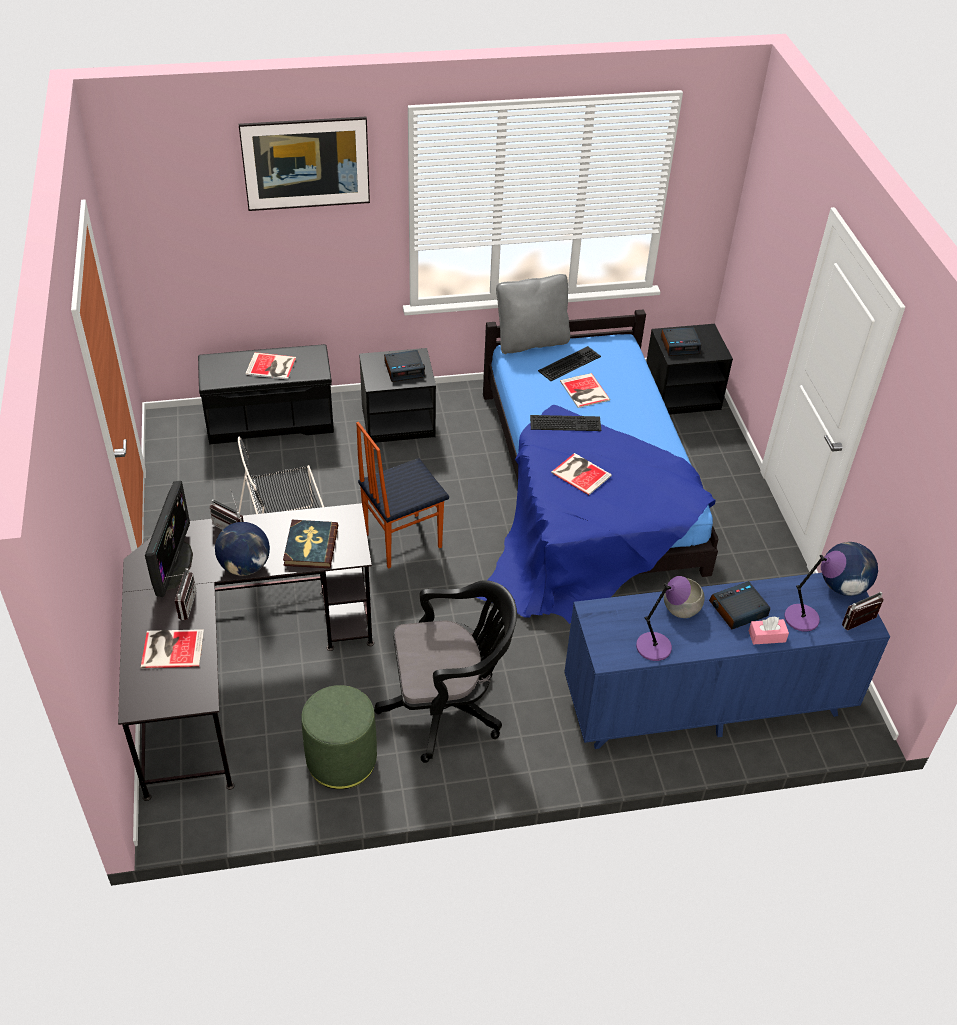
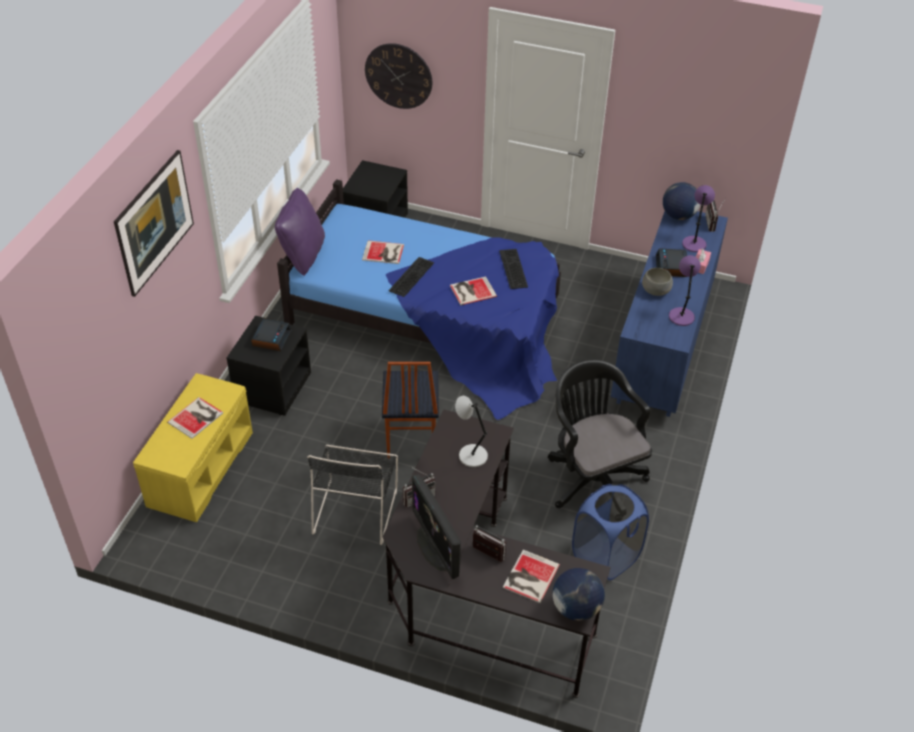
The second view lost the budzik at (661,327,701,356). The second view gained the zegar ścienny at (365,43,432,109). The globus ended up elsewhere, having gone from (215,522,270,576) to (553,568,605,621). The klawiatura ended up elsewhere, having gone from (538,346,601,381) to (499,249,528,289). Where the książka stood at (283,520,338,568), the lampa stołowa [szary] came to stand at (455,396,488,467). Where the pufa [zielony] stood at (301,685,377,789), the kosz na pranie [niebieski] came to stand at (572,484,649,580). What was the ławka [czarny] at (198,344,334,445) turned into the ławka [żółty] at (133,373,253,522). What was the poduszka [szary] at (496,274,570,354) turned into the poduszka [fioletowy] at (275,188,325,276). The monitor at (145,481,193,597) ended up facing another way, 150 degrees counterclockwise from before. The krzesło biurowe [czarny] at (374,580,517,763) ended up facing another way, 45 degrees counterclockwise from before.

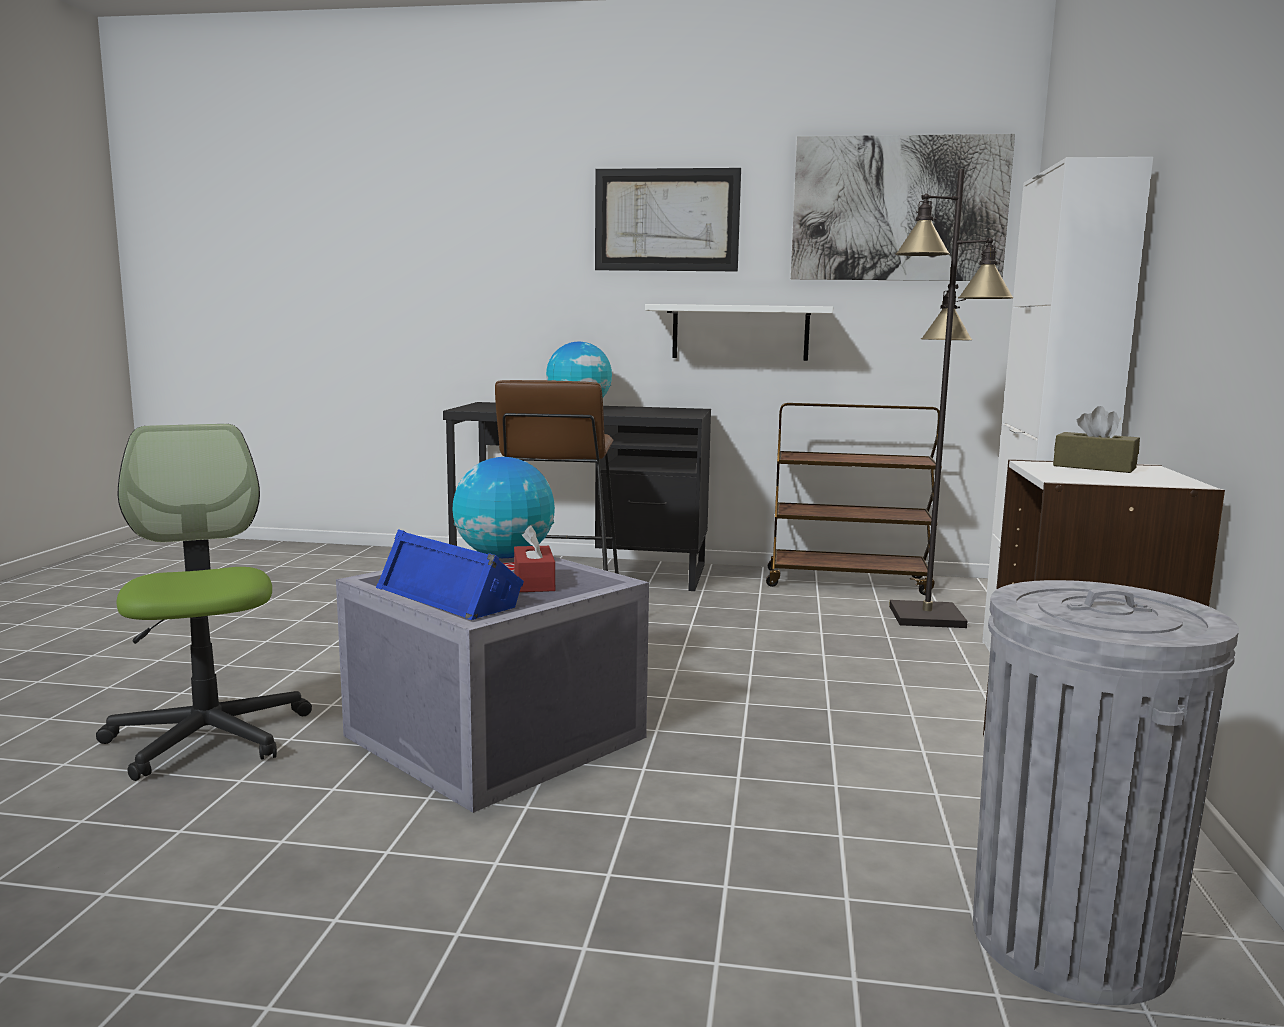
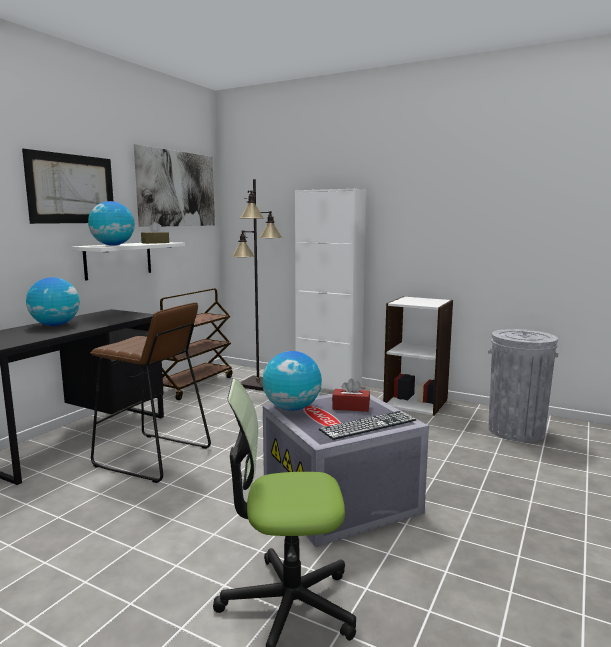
The second view gained the globus at (88,201,135,246). The pudełko chusteczek [brązowy] ended up elsewhere, having gone from (1053,406,1140,473) to (141,222,169,244). Where the głośnik [niebieski] stood at (376,529,524,620), the klawiatura came to stand at (319,411,416,440).

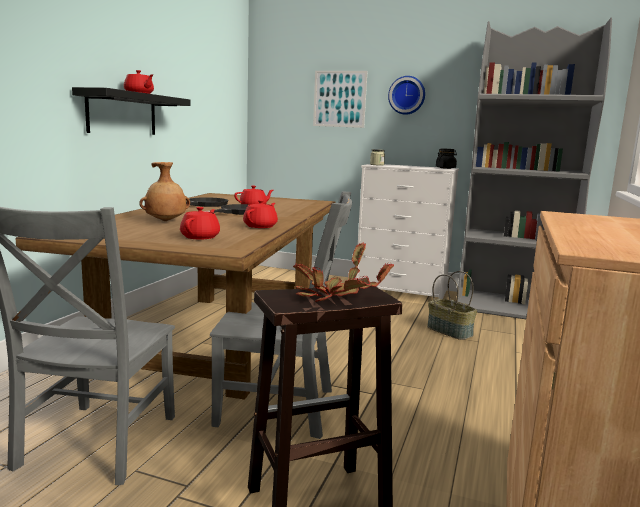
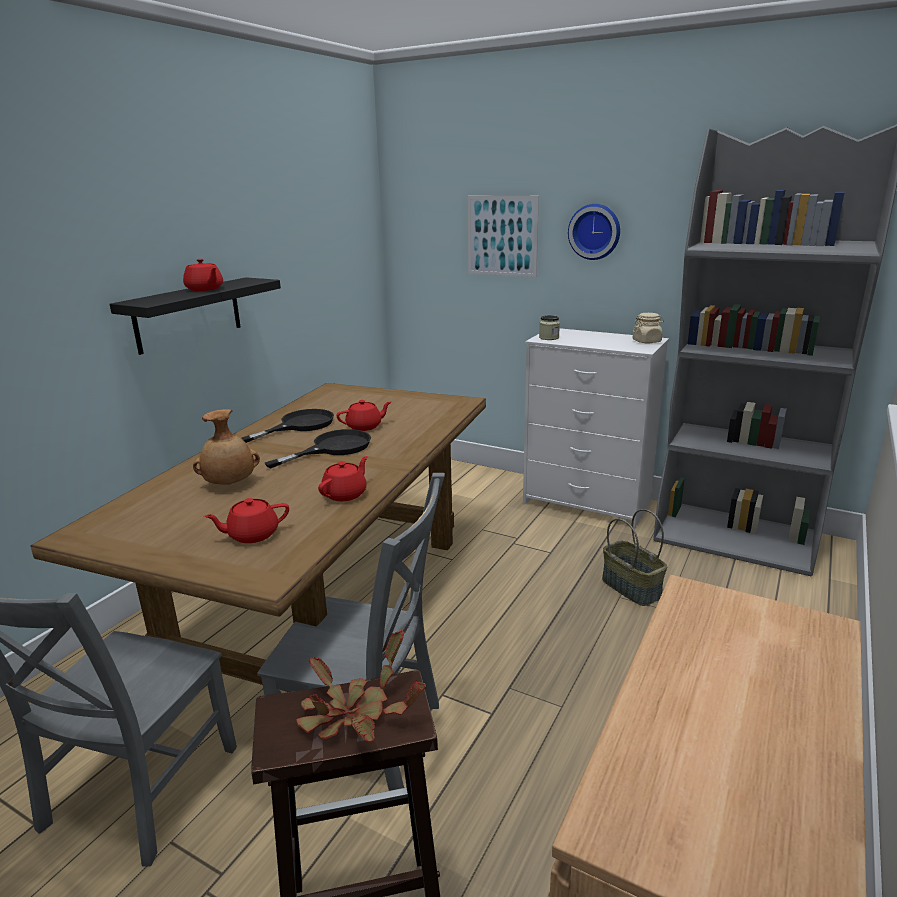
What was the słoik [czarny] at (436,148,457,169) turned into the słoik [beżowy] at (632,313,664,343). The imbryk [czerwony] at (180,207,220,239) ended up facing another way, 135 degrees counterclockwise from before.

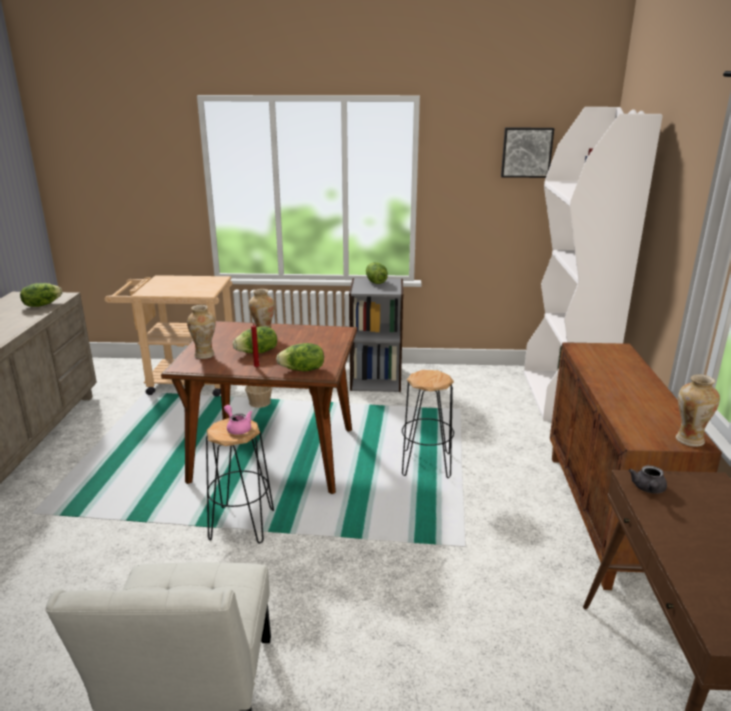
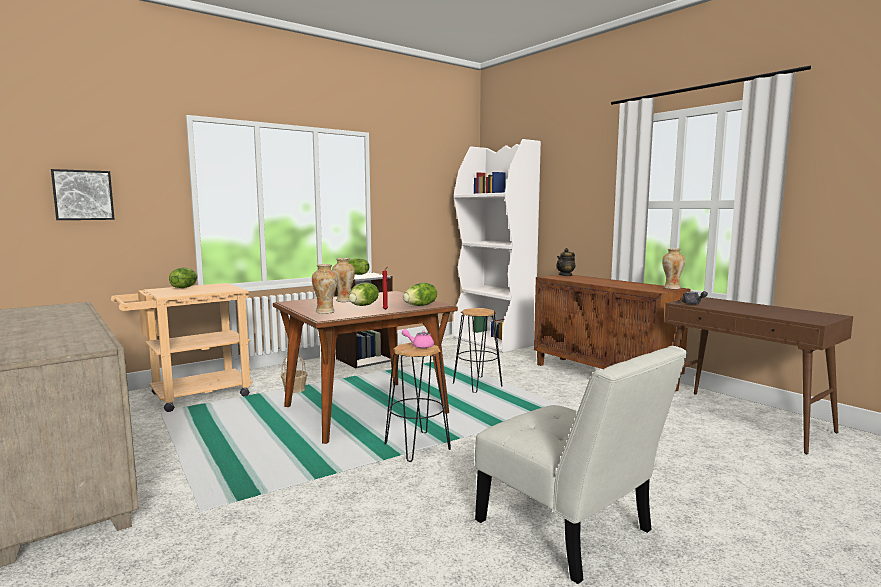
The second view gained the imbryk at (556,248,575,276). The sałata ended up elsewhere, having gone from (20,283,62,307) to (169,268,198,288). The obraz ended up elsewhere, having gone from (501,128,554,178) to (51,169,115,220).

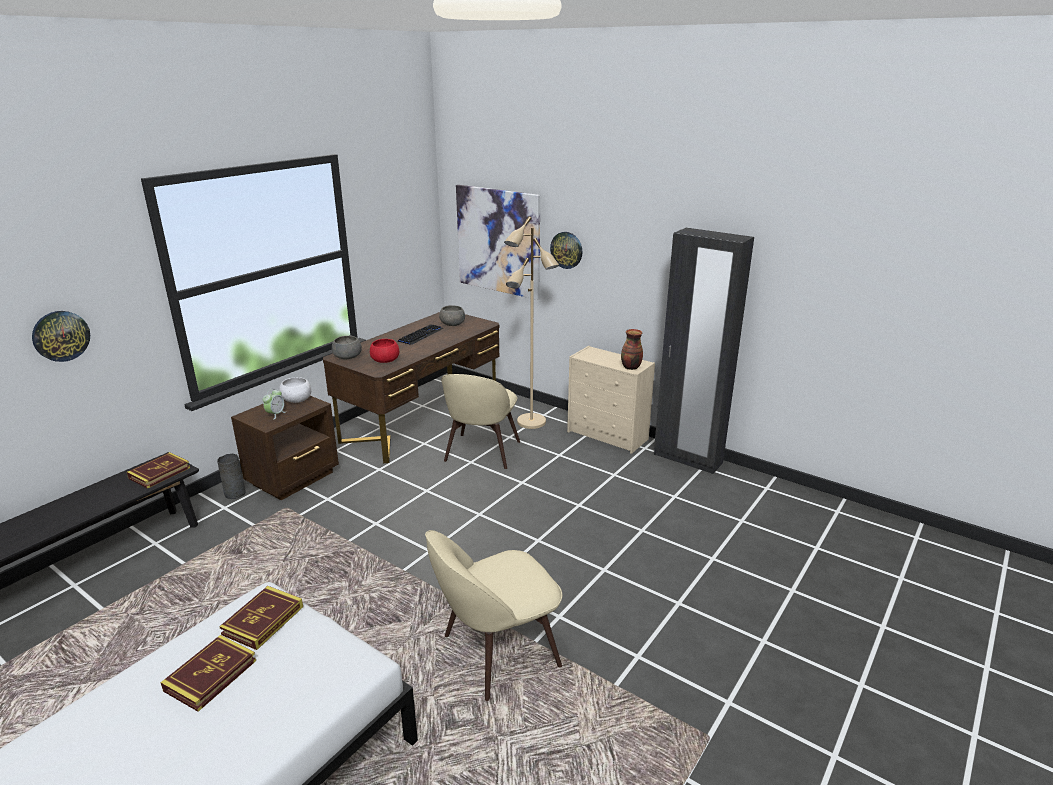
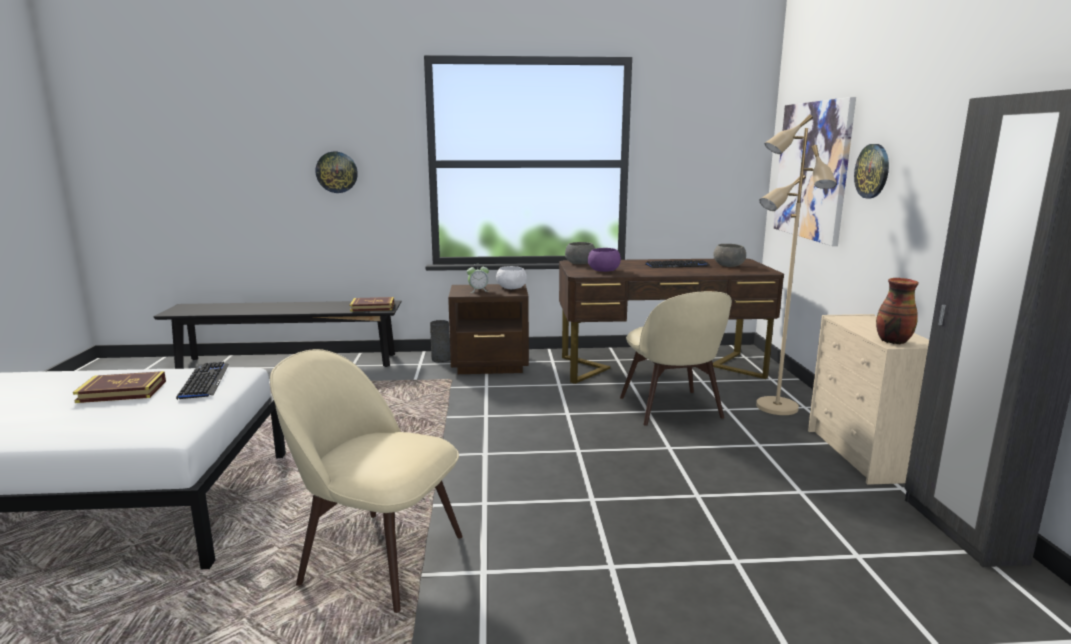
Where the książka stood at (219,586,303,650), the klawiatura came to stand at (176,362,229,400). What was the miska [czerwony] at (370,339,399,363) turned into the miska [fioletowy] at (588,248,621,272). The krzesło [beżowy] at (441,374,520,469) ended up facing another way, 75 degrees counterclockwise from before.

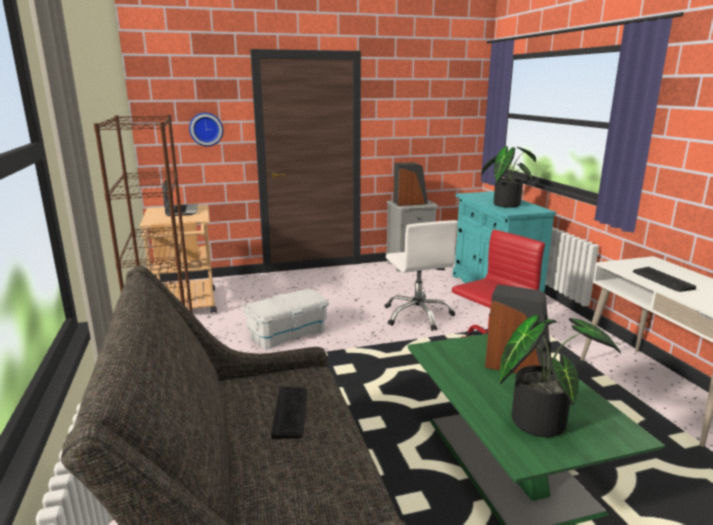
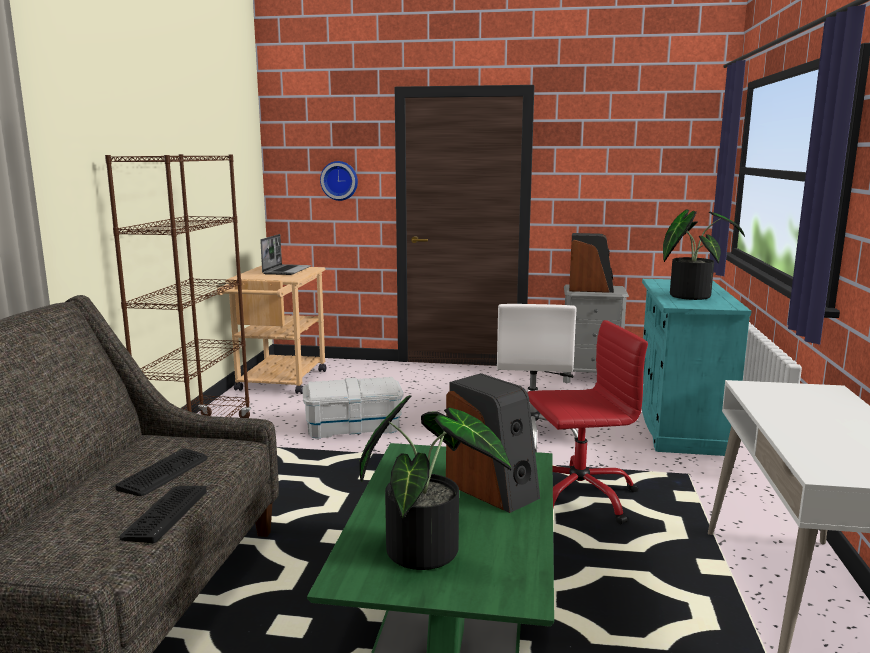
The klawiatura ended up elsewhere, having gone from (633,267,696,292) to (120,486,207,543).

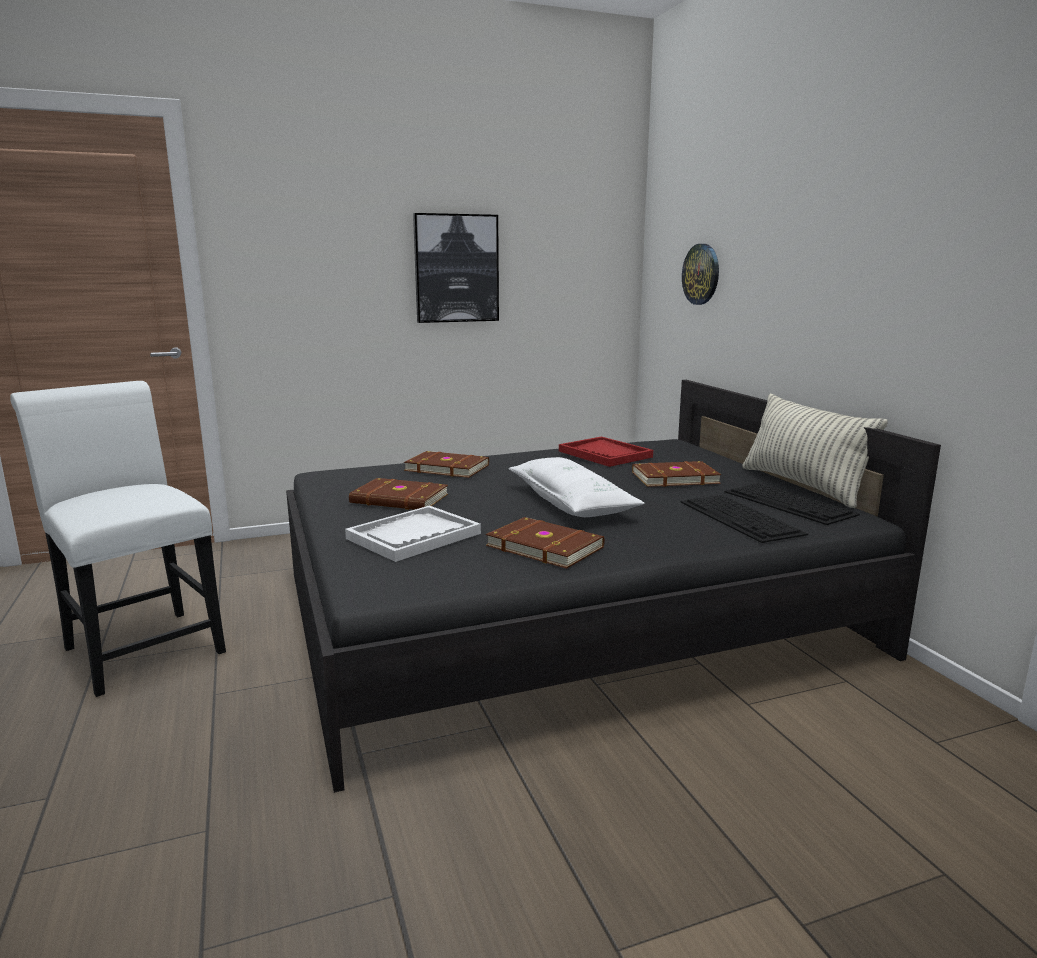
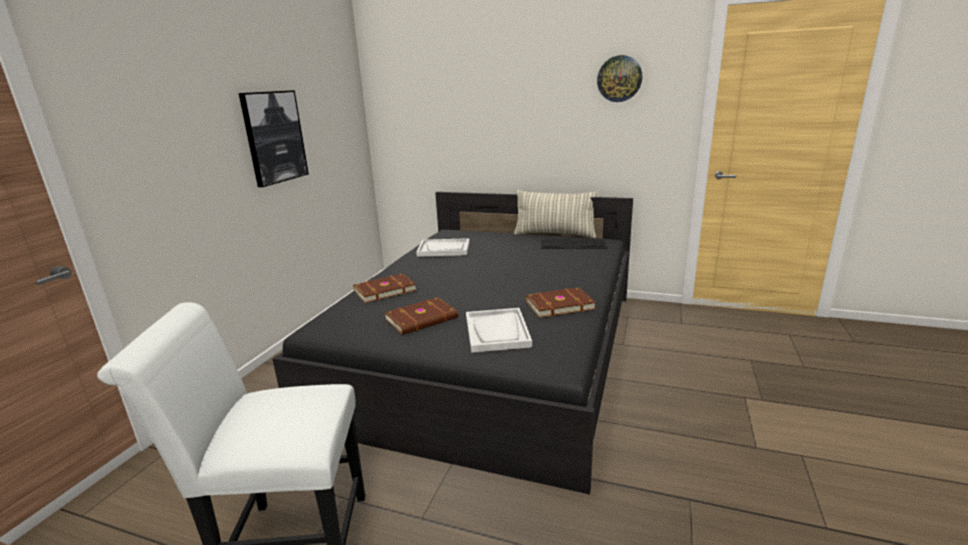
The second view lost the poduszka [biały] at (509,457,645,517). The second view lost the książka [brązowy] at (632,461,721,487). The second view lost the klawiatura at (681,495,808,543). The zegar ścienny ended up elsewhere, having gone from (682,244,719,305) to (597,55,642,102). What was the taca [czerwony] at (559,436,653,467) turned into the taca [biały] at (416,238,470,257).

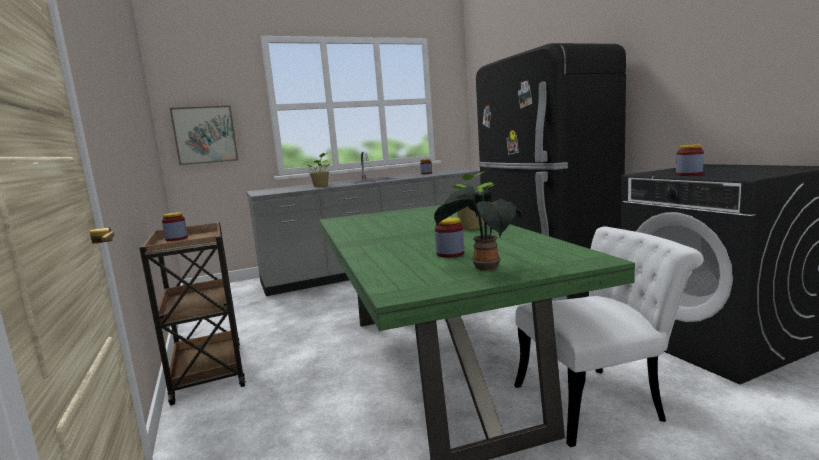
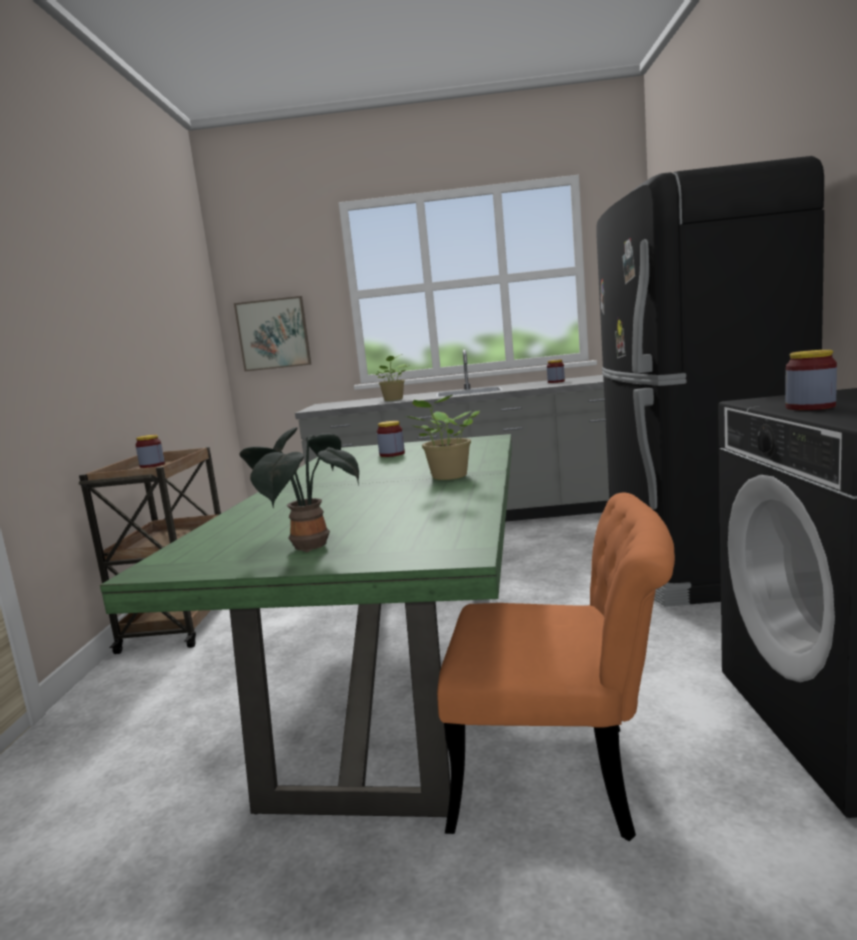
The słoik ended up elsewhere, having gone from (435,217,464,258) to (377,421,405,457). What was the krzesło [biały] at (514,227,704,447) turned into the krzesło [pomarańczowy] at (437,492,675,841).

